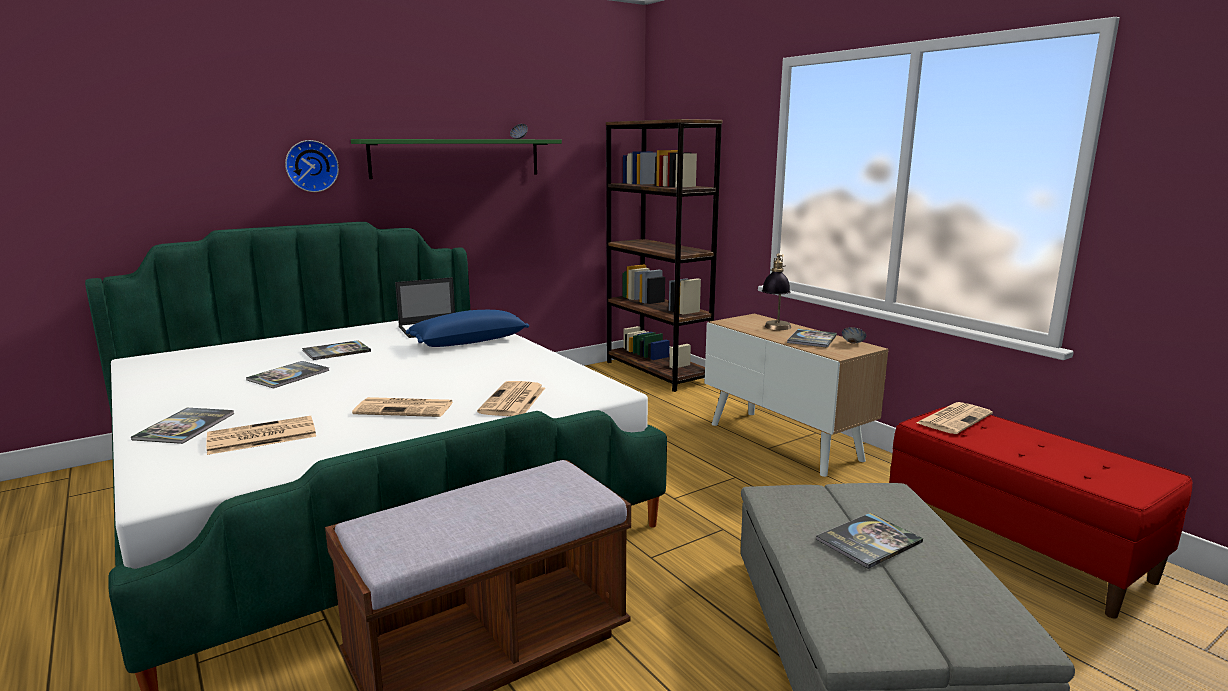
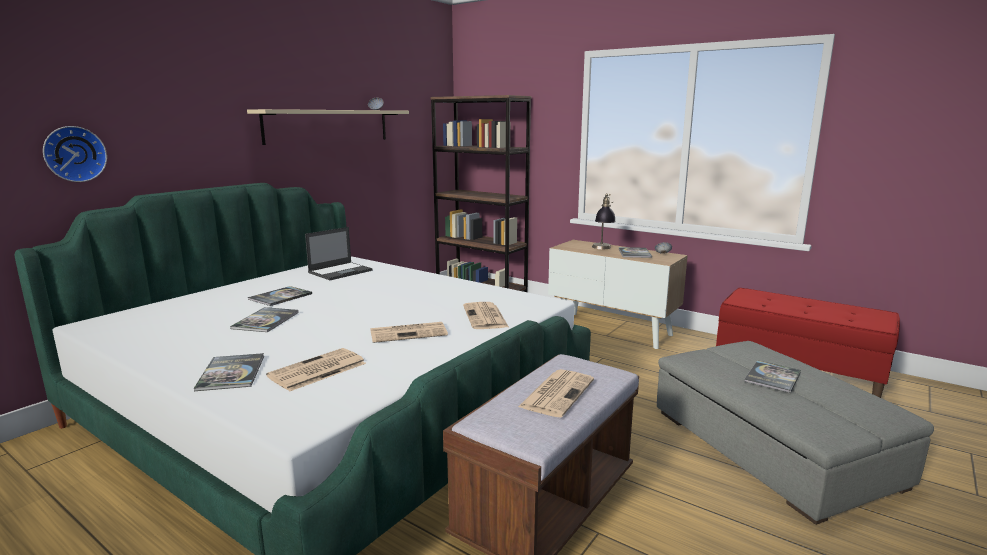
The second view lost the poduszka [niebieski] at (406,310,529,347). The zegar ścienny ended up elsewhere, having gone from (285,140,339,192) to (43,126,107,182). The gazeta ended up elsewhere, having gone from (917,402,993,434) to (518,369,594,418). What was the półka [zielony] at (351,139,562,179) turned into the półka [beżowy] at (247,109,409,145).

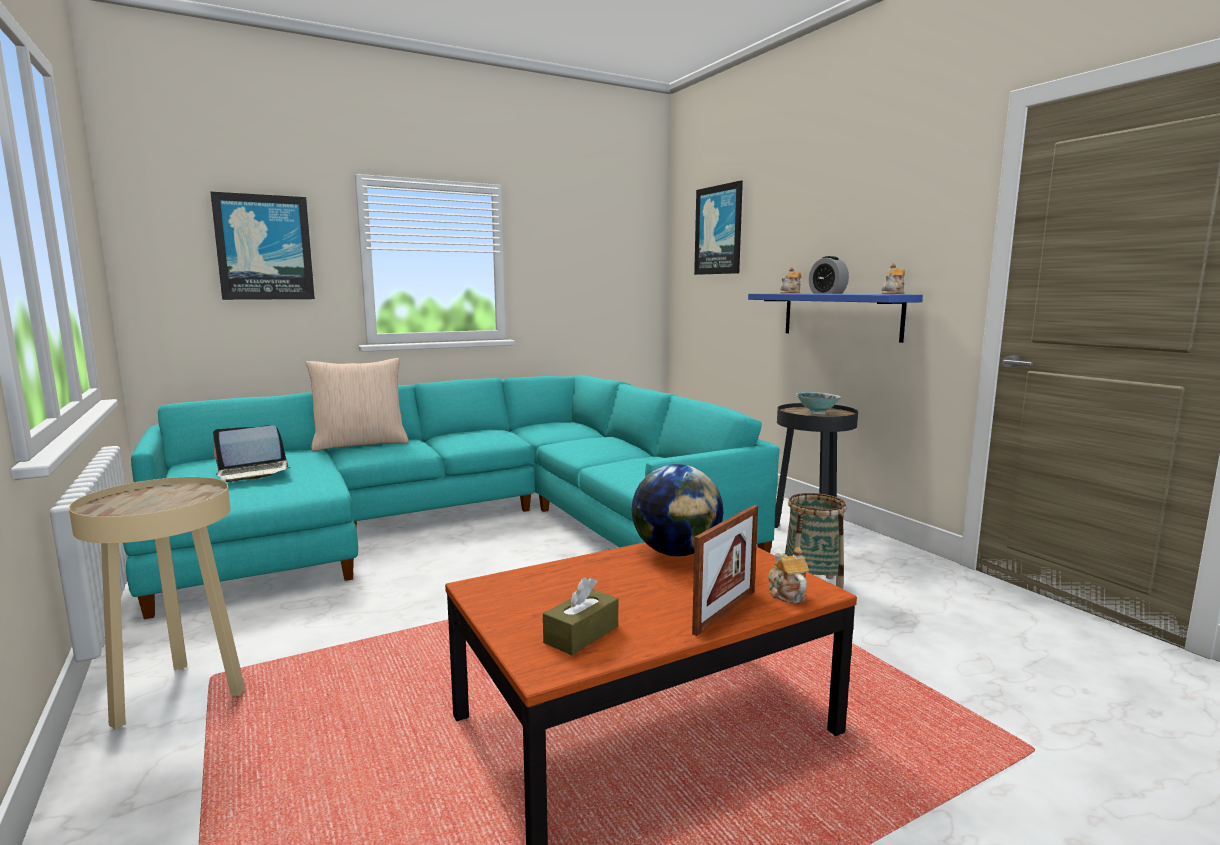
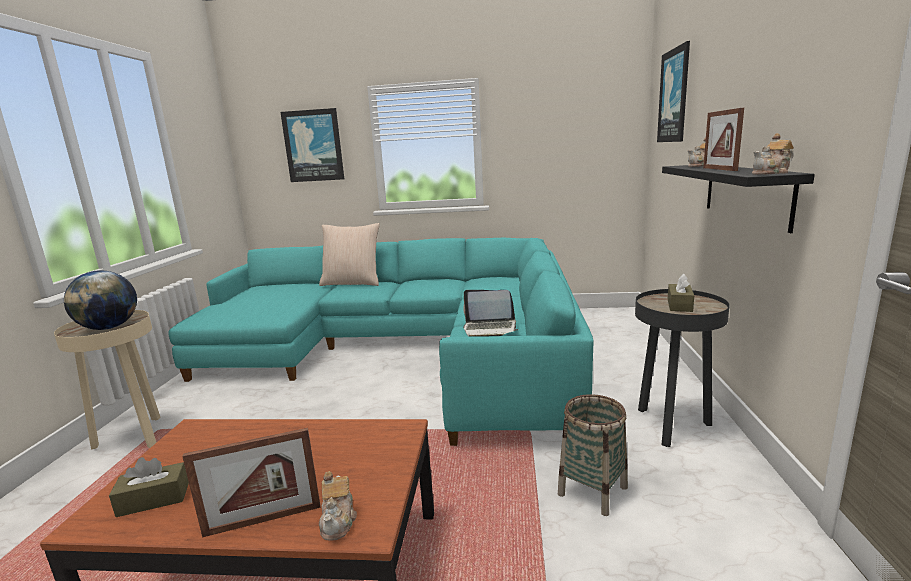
The laptop ended up elsewhere, having gone from (213,425,291,482) to (463,290,519,337). The globus ended up elsewhere, having gone from (632,464,723,556) to (64,270,137,330). Where the miska stood at (796,392,841,414), the pudełko chusteczek [brązowy] came to stand at (668,274,694,312). Where the budzik stood at (809,256,849,294), the ramka na zdjęcie came to stand at (703,108,744,171). What was the półka [niebieski] at (748,293,923,343) turned into the półka [czarny] at (662,165,815,233). The imbryk at (768,547,809,603) ended up facing another way, 150 degrees clockwise from before.

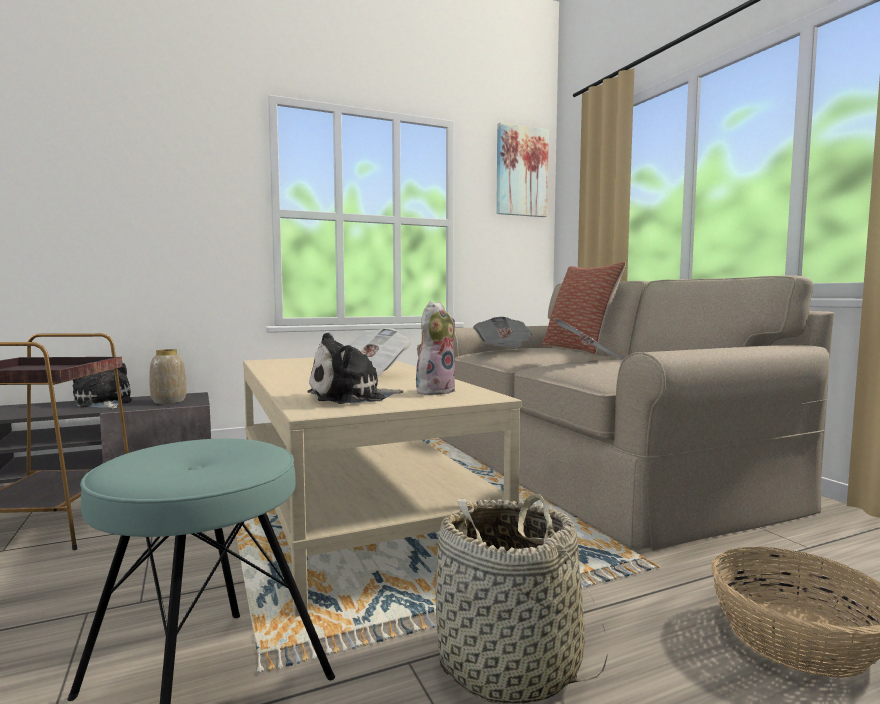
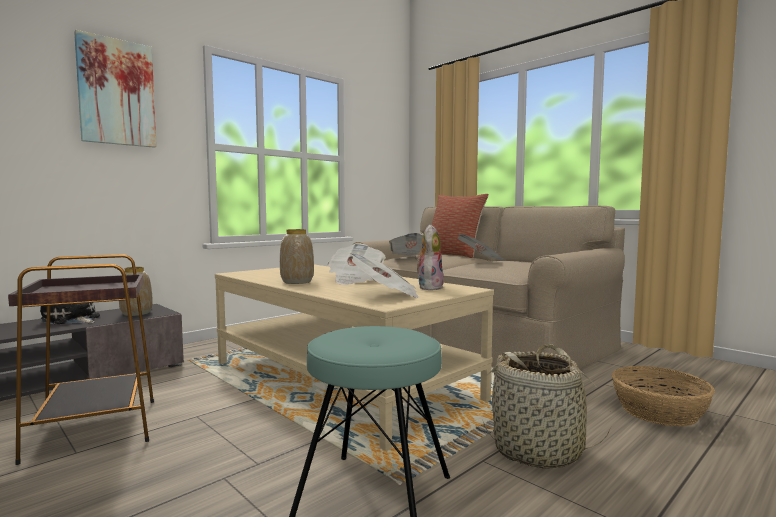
The second view gained the wazon at (280,229,314,284). The obraz ended up elsewhere, having gone from (496,123,549,217) to (74,30,157,148). Where the pluszak stood at (307,332,403,404), the gazeta came to stand at (349,253,419,298).

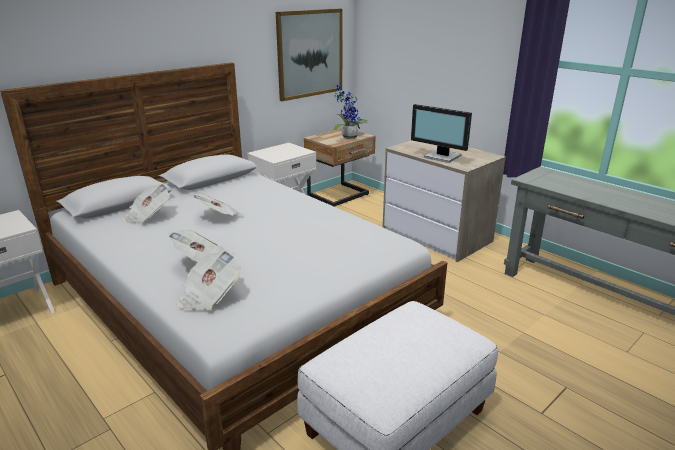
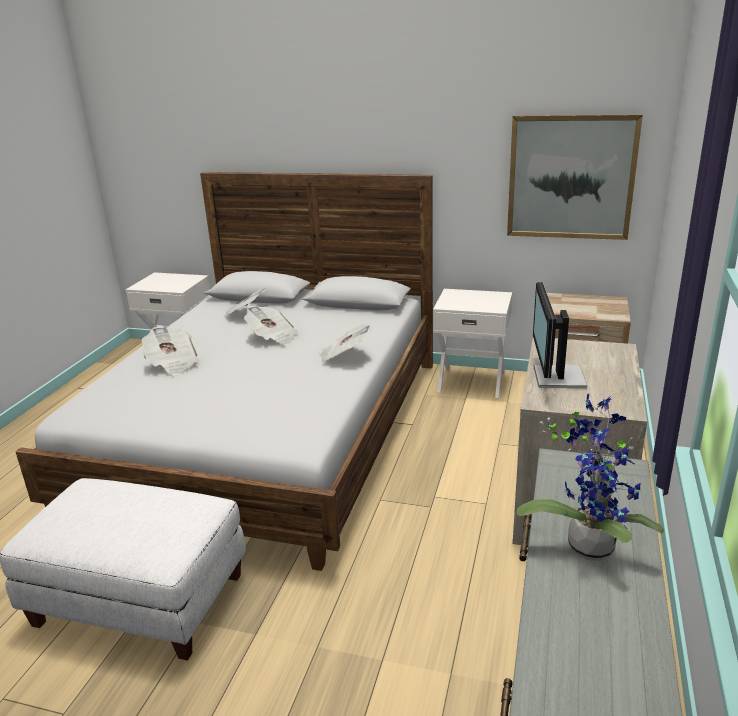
The gazeta ended up elsewhere, having gone from (177,250,241,311) to (318,324,371,362). The roślina doniczkowa ended up elsewhere, having gone from (333,85,367,139) to (517,393,664,561).

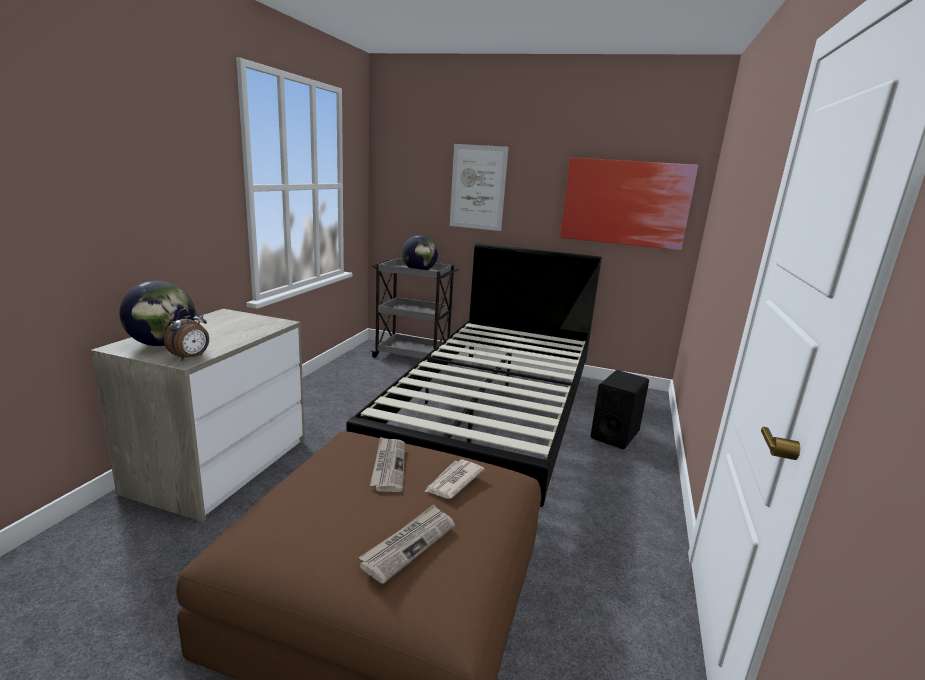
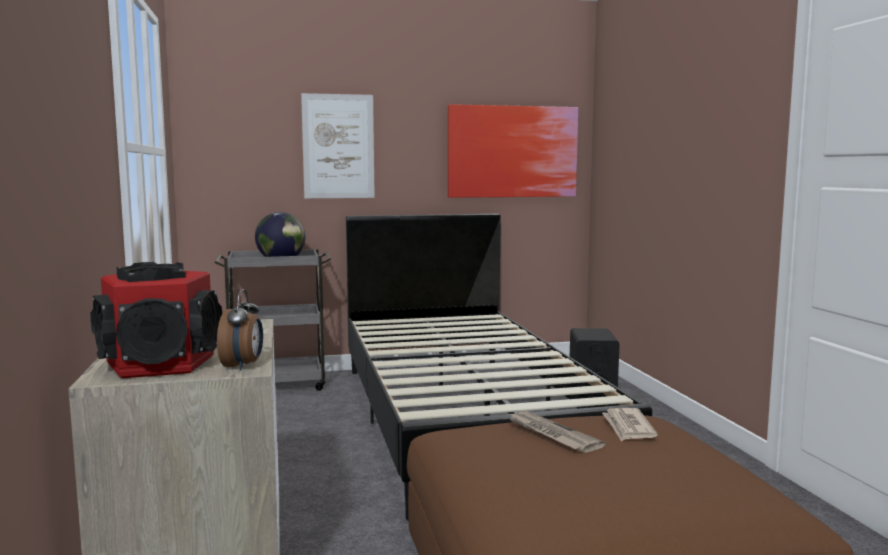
The second view lost the gazeta at (358,504,455,584). Where the globus stood at (119,281,195,346), the głośnik came to stand at (91,262,222,378).

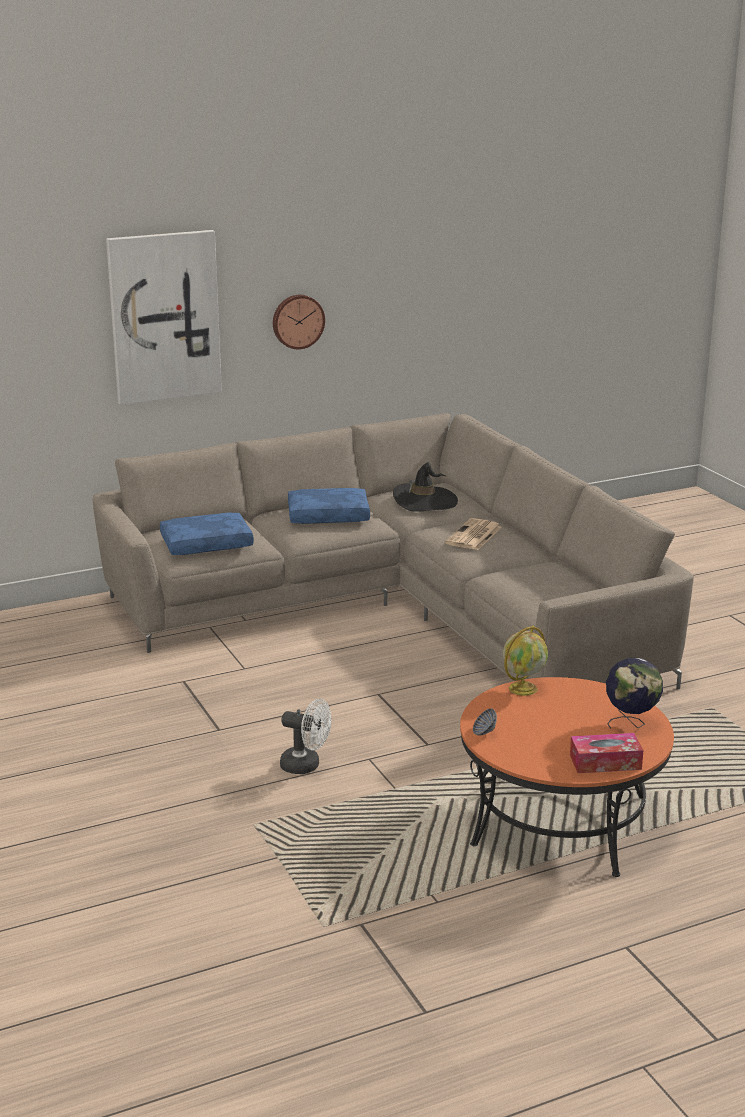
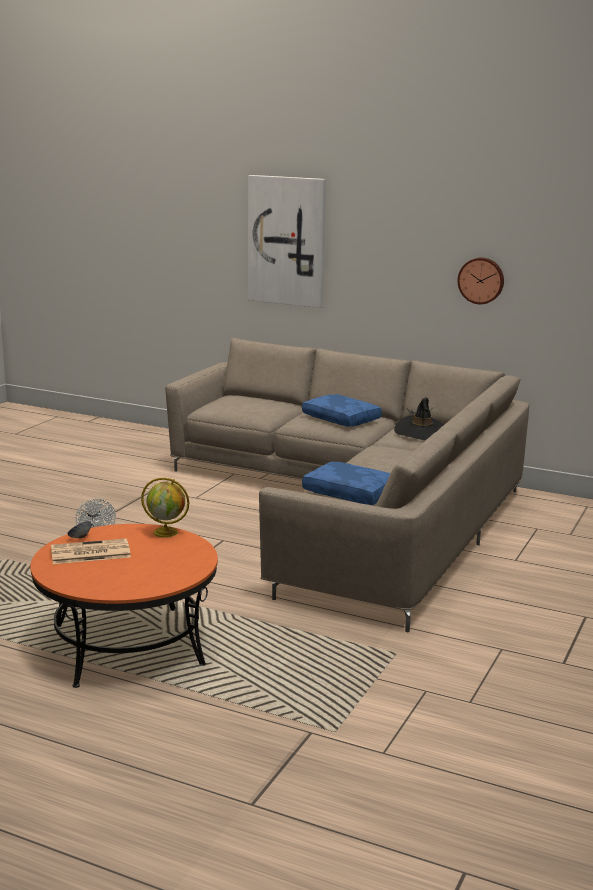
The second view lost the pudełko chusteczek at (570,733,644,773). The second view lost the globus at (606,658,663,729). The poduszka [niebieski] ended up elsewhere, having gone from (160,513,254,555) to (302,462,390,505). The zegar ścienny ended up elsewhere, having gone from (273,295,325,349) to (457,257,504,304). The gazeta ended up elsewhere, having gone from (445,518,502,550) to (51,538,131,564).

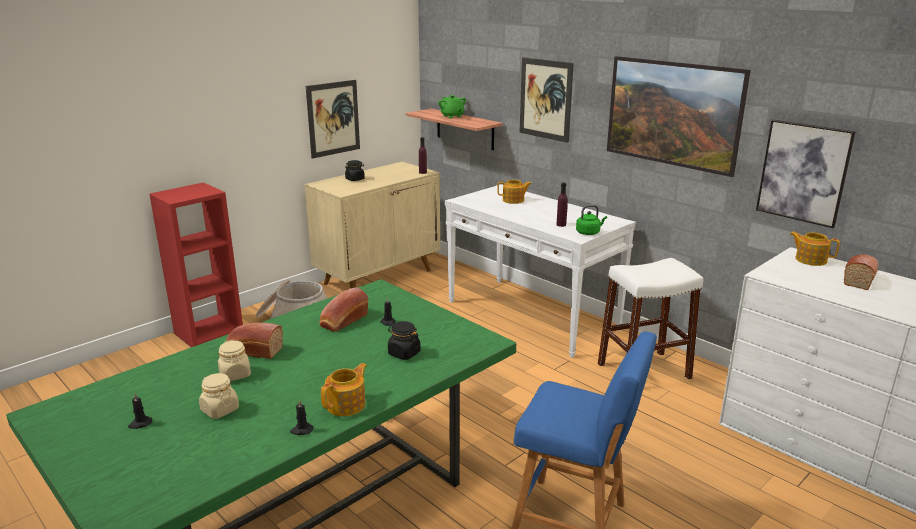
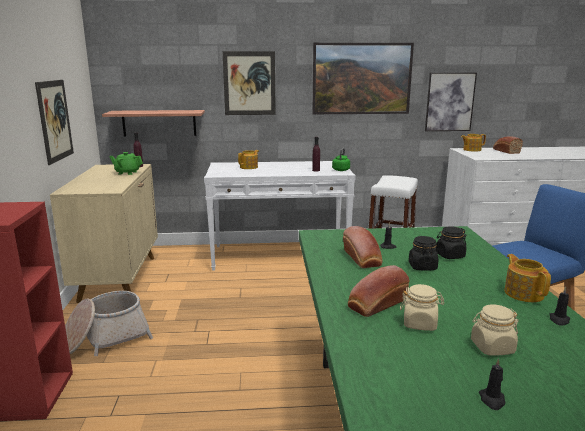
The słoik [czarny] ended up elsewhere, having gone from (345,160,365,181) to (409,236,438,271). The imbryk [zielony] ended up elsewhere, having gone from (438,95,466,118) to (109,152,143,175).

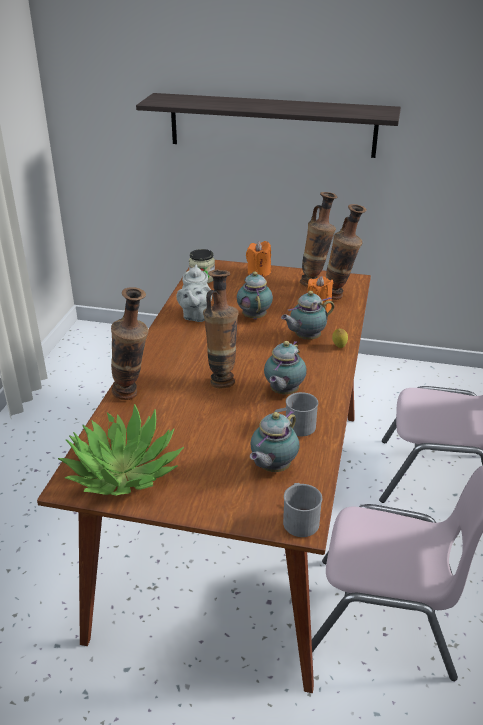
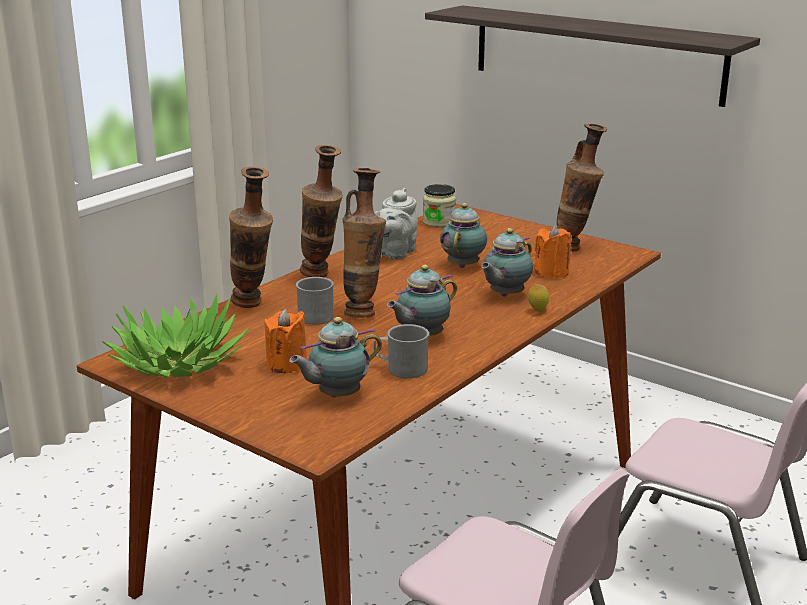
The świeca [pomarańczowy] ended up elsewhere, having gone from (246,241,271,277) to (265,309,307,373). The kubek [szary] ended up elsewhere, having gone from (283,483,322,537) to (296,277,334,325). The wazon ended up elsewhere, having gone from (326,204,367,300) to (300,145,343,277). The imbryk at (281,291,334,339) ended up facing another way, 45 degrees counterclockwise from before.

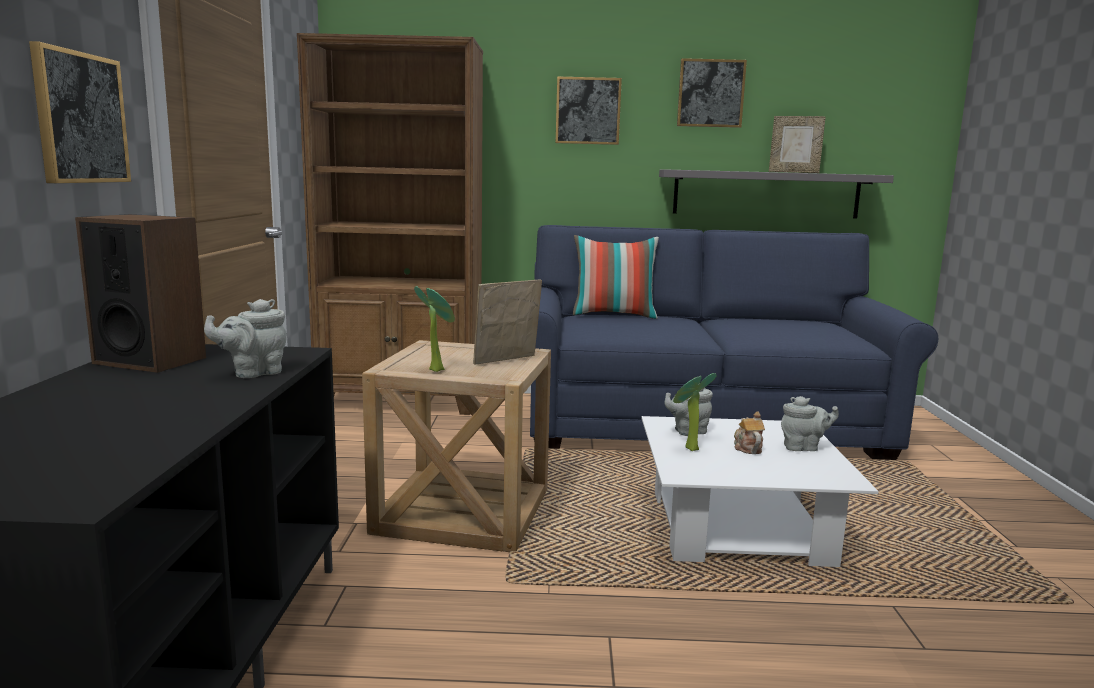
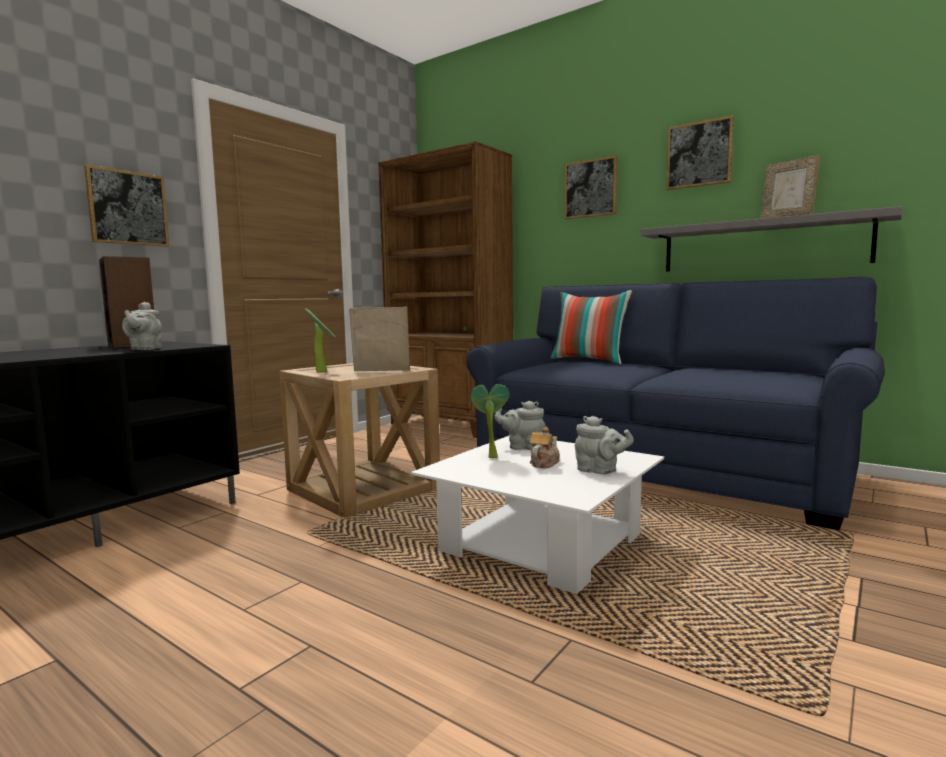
The imbryk [szary] at (204,299,287,378) ended up facing another way, 90 degrees counterclockwise from before.

